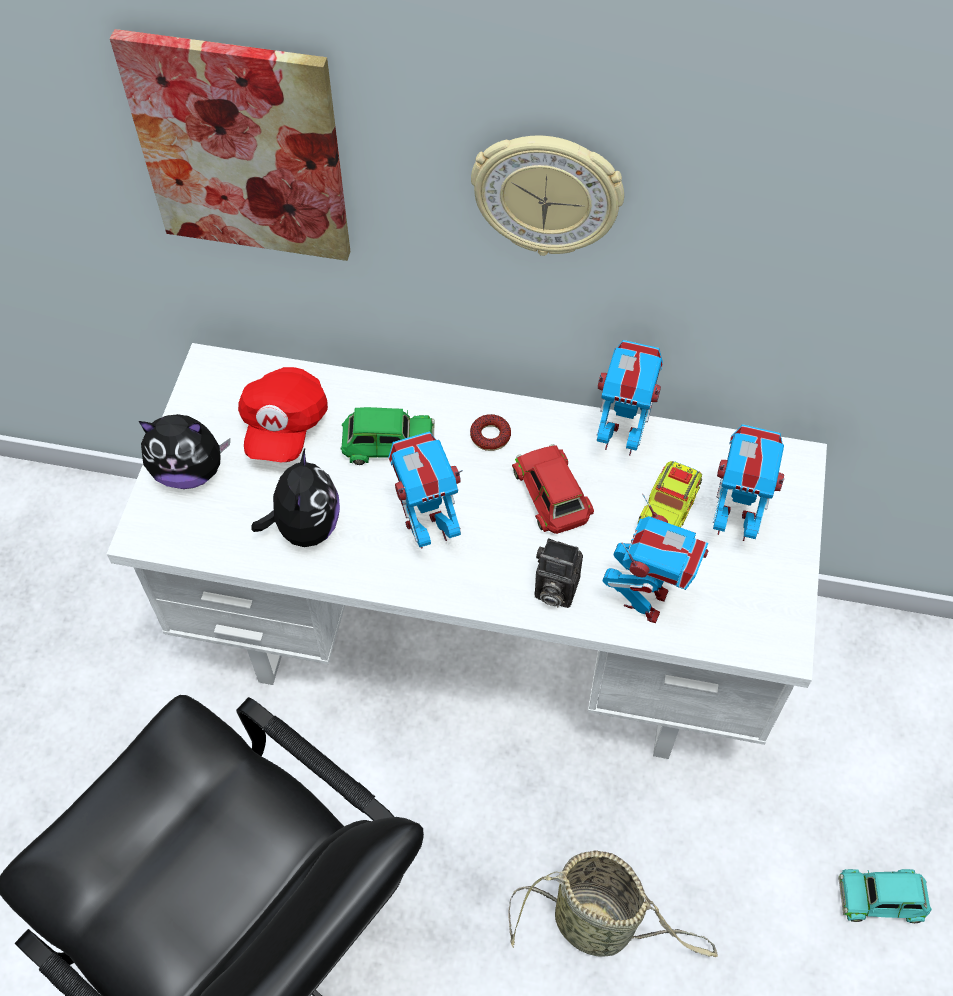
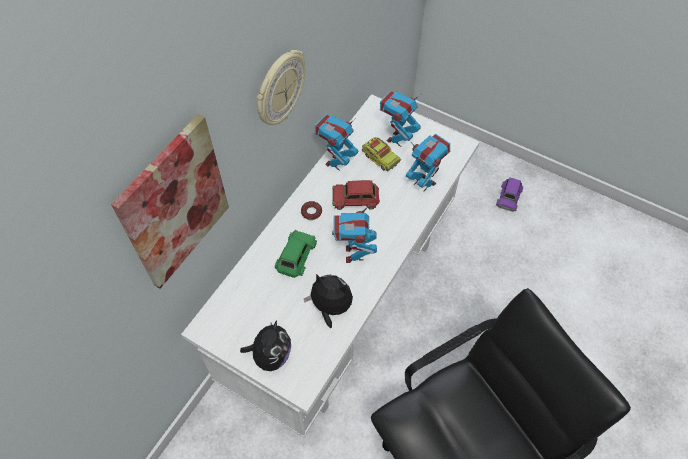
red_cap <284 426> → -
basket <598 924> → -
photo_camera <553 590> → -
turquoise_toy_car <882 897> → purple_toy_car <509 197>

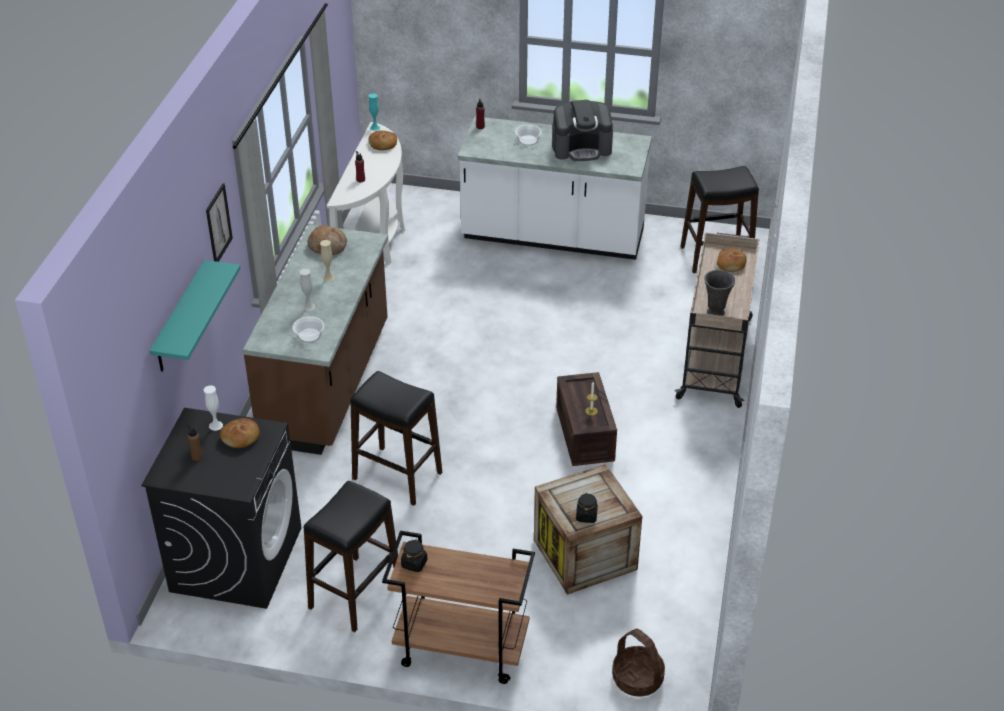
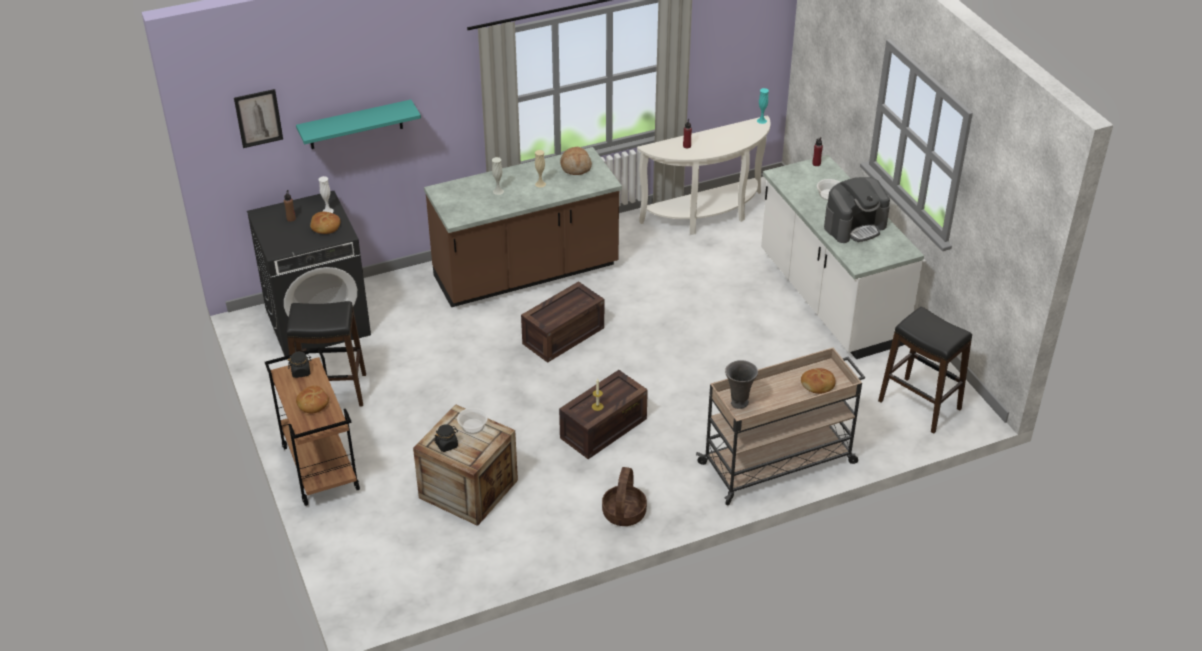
picture <218 224> → picture <258 118>, moved
bowl <309 335> → bowl <472 426>, moved
black_stool <397 476> → -
bread <383 144> → bread <312 404>, moved
coffee_machine <581 148> → coffee_machine <854 226>, 75 degrees counterclockwise
basket <637 678> → basket <624 512>, moved
- → crate <563 334>

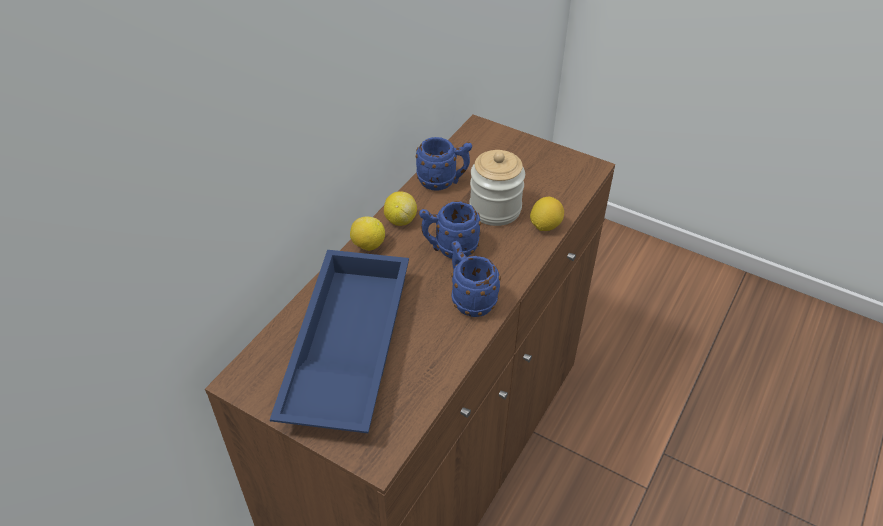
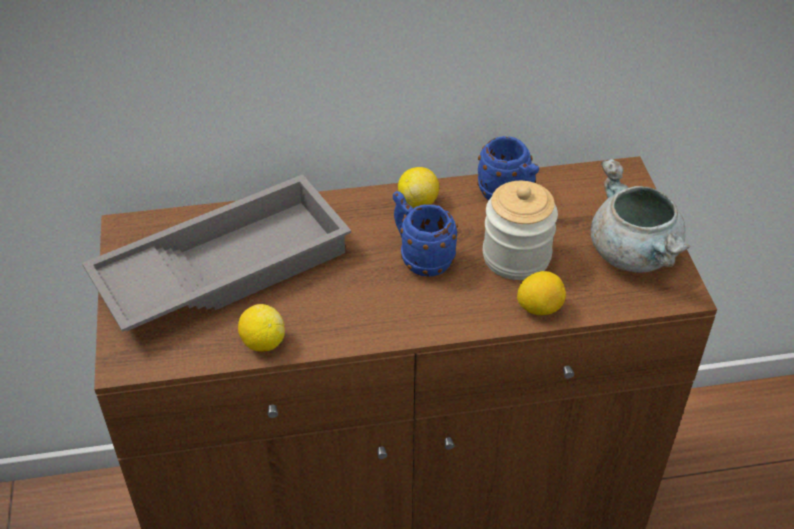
blue_tray <345 348> → grey_tray <223 266>
lemon <368 245> → lemon <263 342>, moved
blue_mug <469 299> → -
- → grey_cooking_pot <635 254>

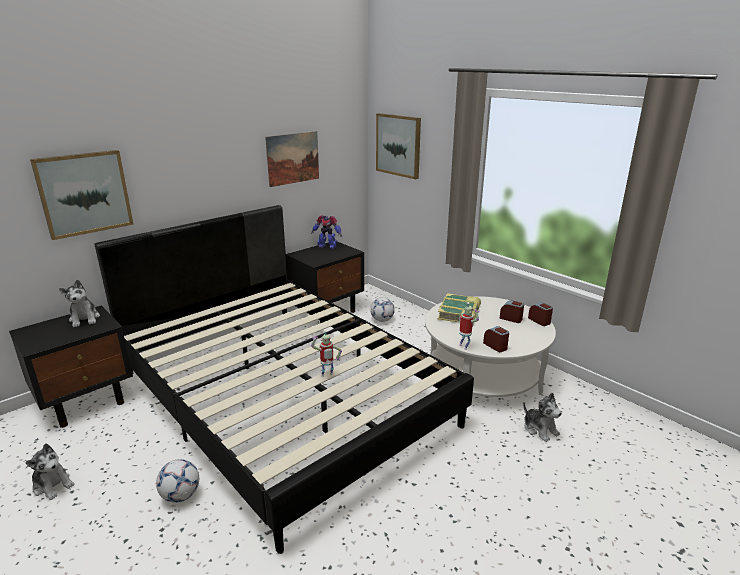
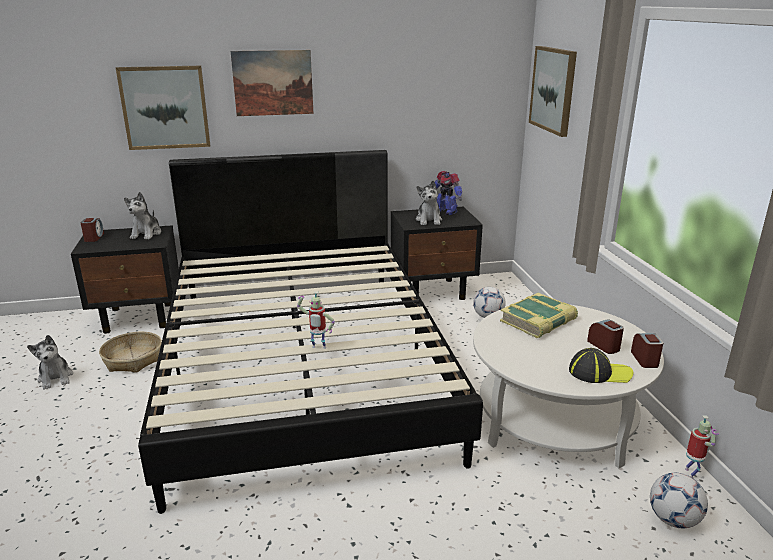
football <181 495> → football <673 520>, moved
picture <293 158> → picture <273 83>, moved
toy_robot <464 346> → toy_robot <691 473>, moved
alarm_clock <495 346> → alarm_clock <94 237>, moved
plush_toy <540 429> → plush_toy <429 220>, moved
- → basket <133 359>
- → cap <599 372>

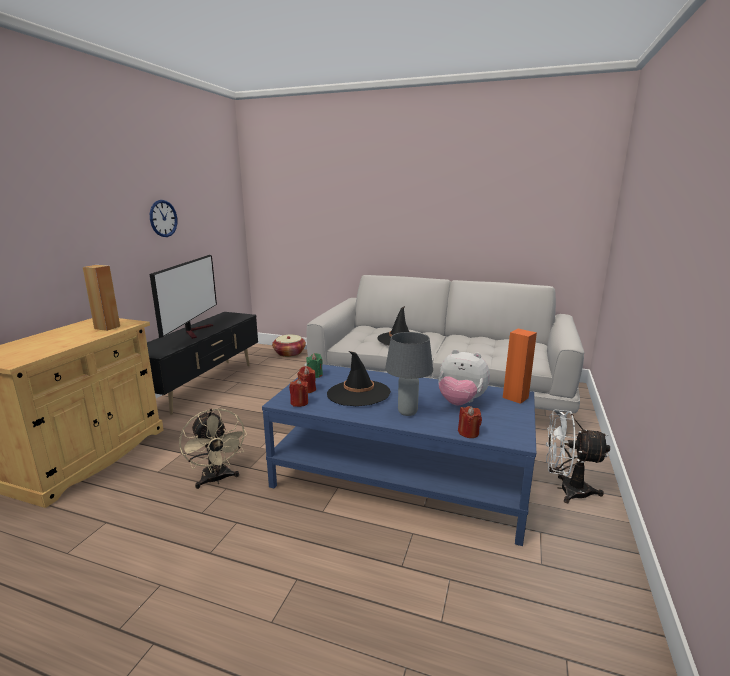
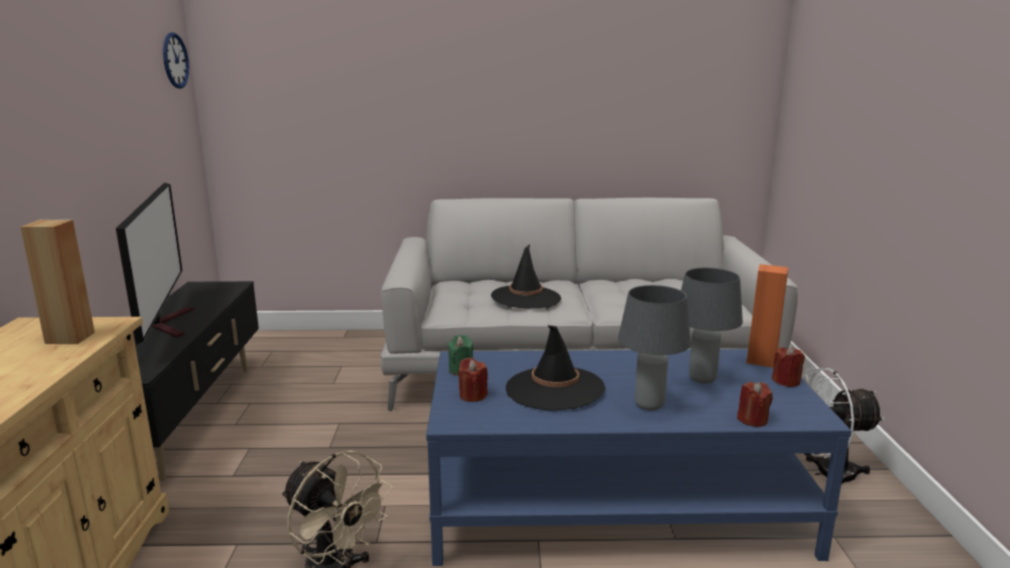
wall_clock <163 218> → wall_clock <175 60>, moved
basket <289 353> → -
red_candle <299 403> → red_candle <786 381>, moved
plush_toy <460 402> → grey_table_lamp <702 379>

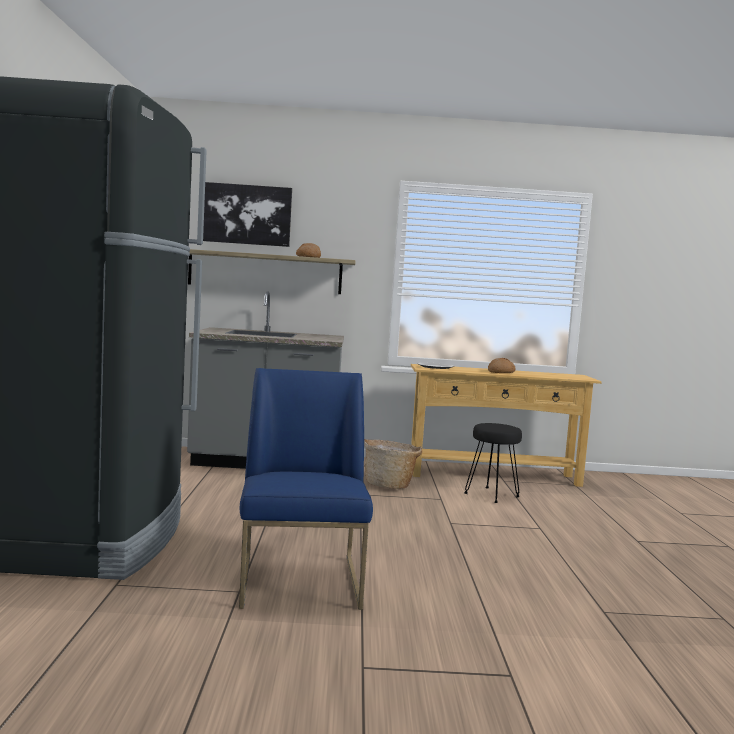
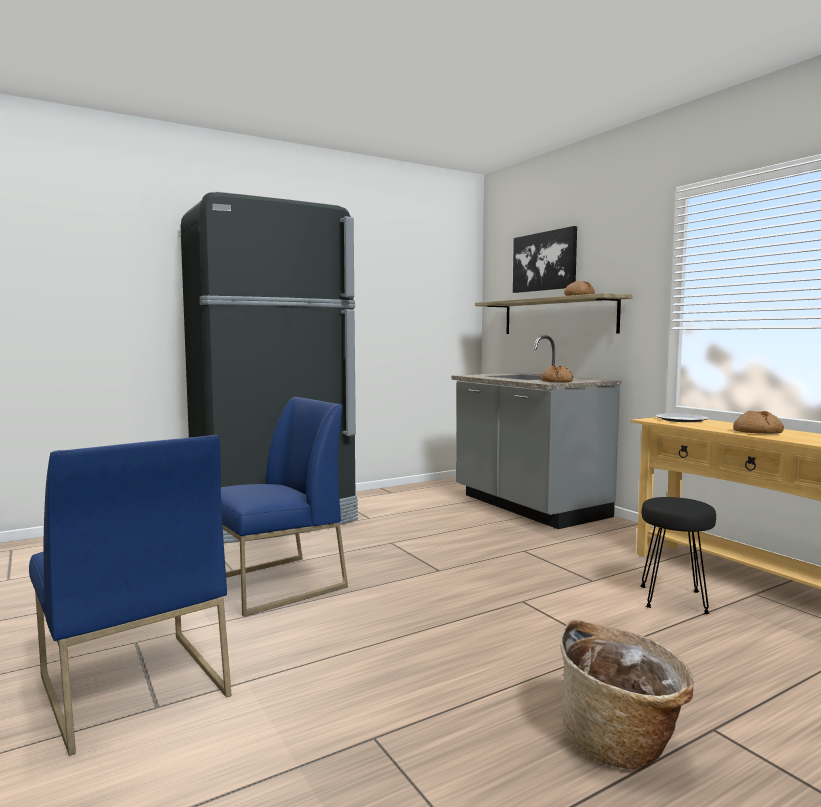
basket <389 485> → basket <621 743>, moved
- → blue_chair <131 686>
- → bread <557 381>

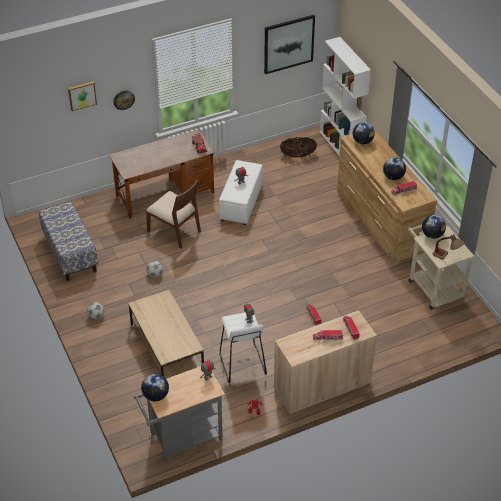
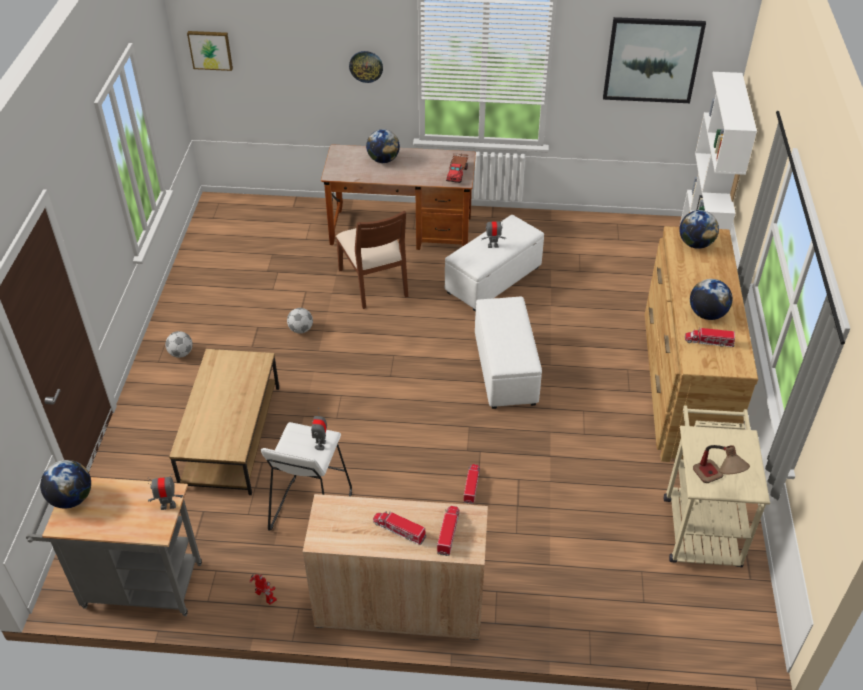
bench <70 253> → -
picture <82 95> → picture <210 49>, moved
basket <298 155> → -
globe <432 235> → globe <383 160>, moved
- → white_ottoman <505 370>

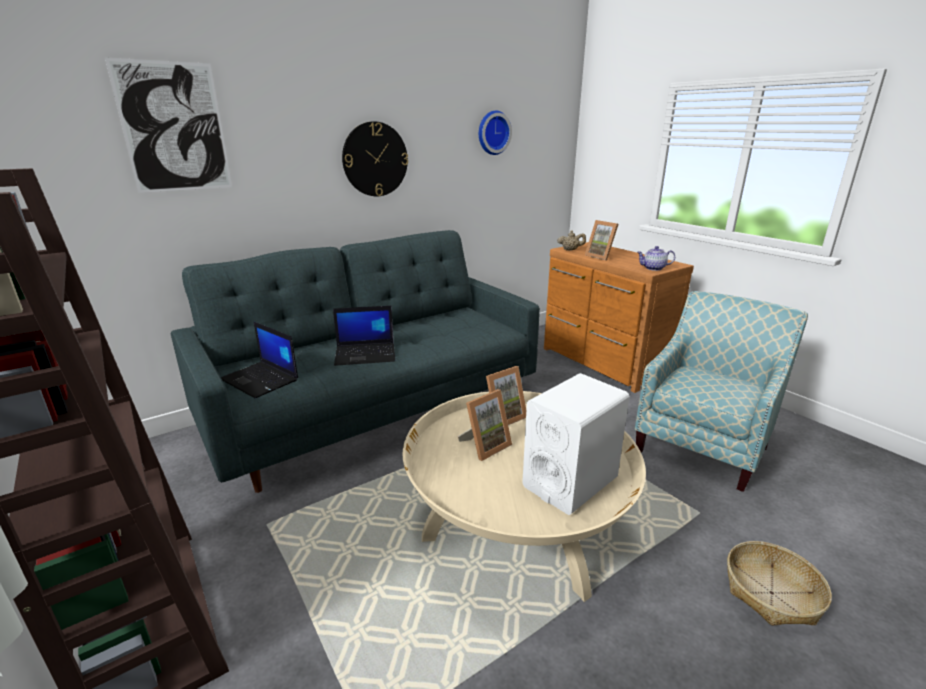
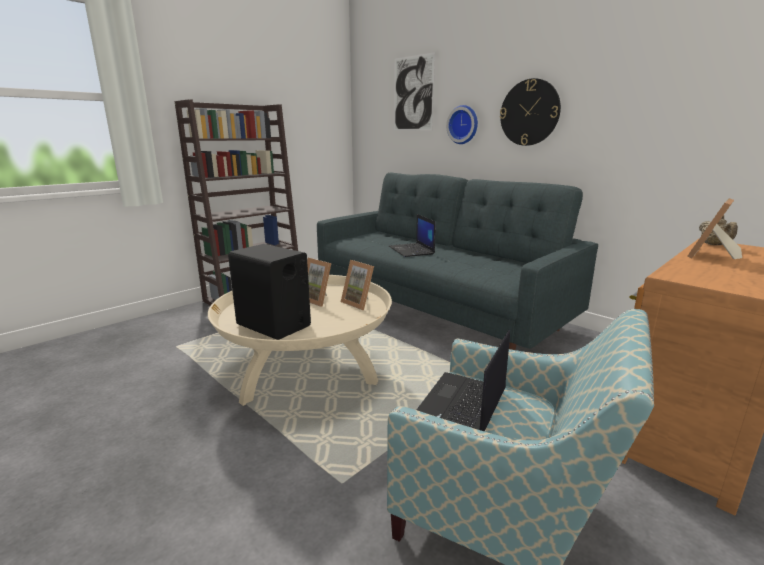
laptop <261 380> → laptop <461 405>, moved
wall_clock <492 133> → wall_clock <463 124>, moved
white_speaker <570 482> → black_speaker <274 325>
teapot <653 268> → -
basket <771 592> → -

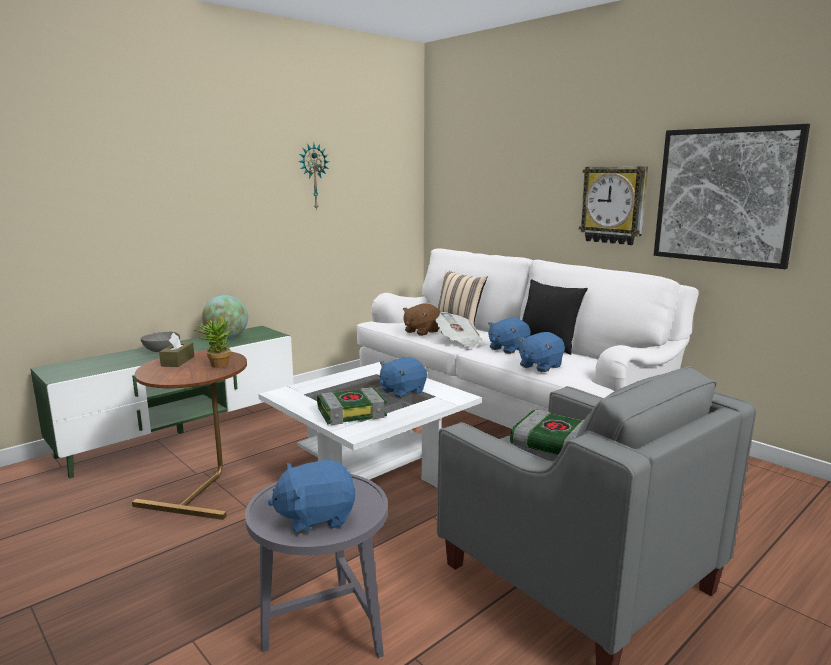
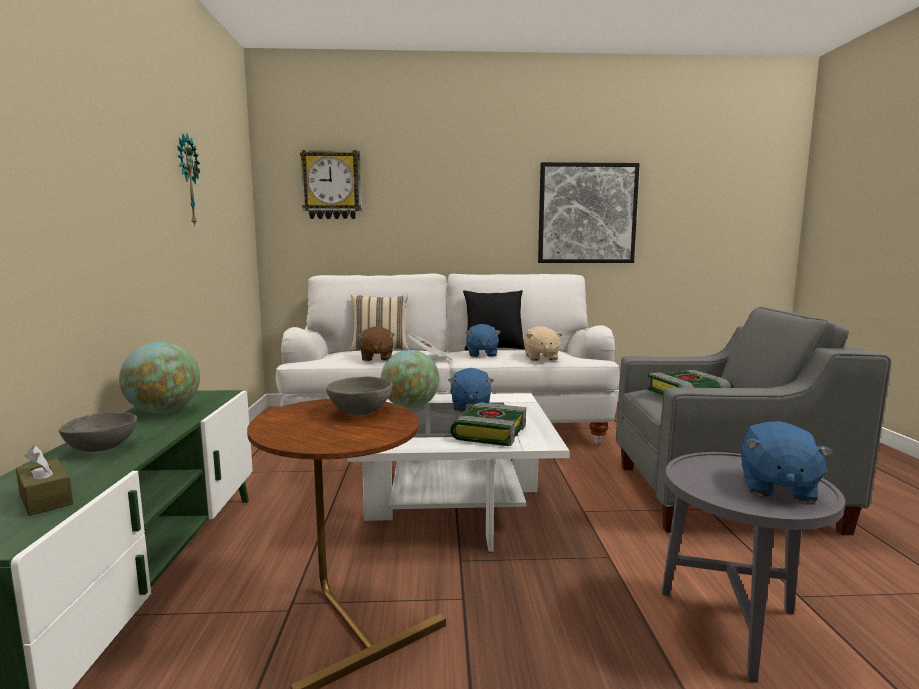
brown_tissue_box <178 361> → brown_tissue_box <45 499>, moved
potted_plant <216 364> → grey_bowl <361 412>
blue_plush_toy <540 366> → beige_plush_toy <540 358>
wall_clock <613 205> → wall_clock <332 185>, moved
- → globe <410 407>

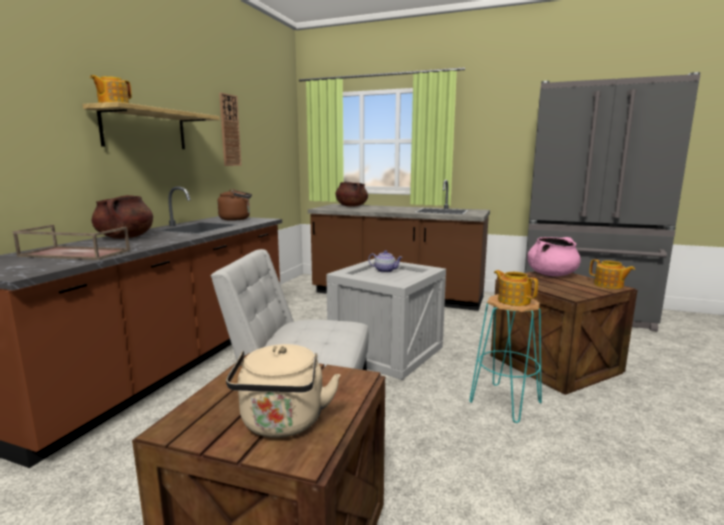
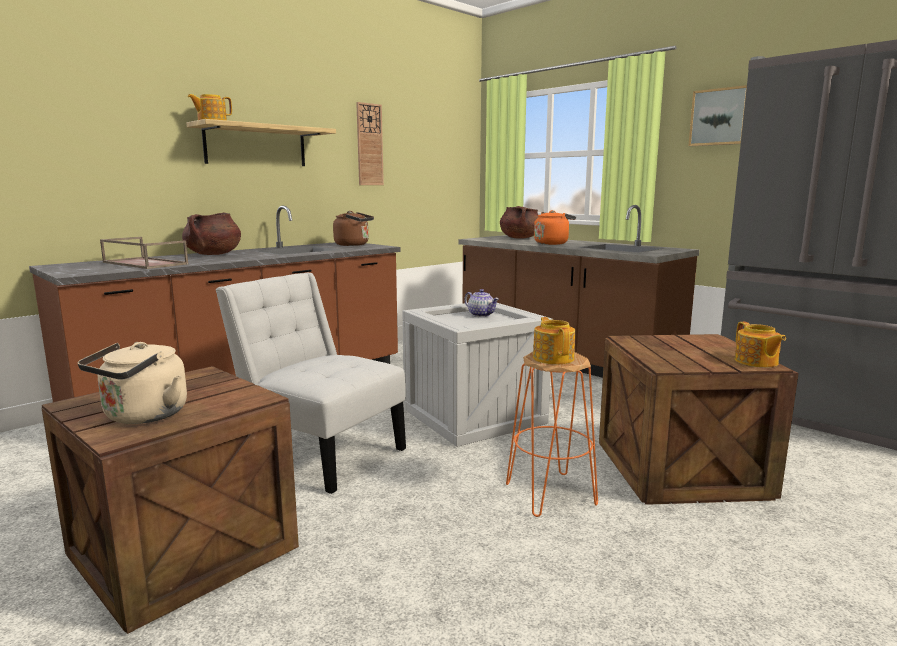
turquoise_stool <505 402> → orange_stool <551 494>
pink_cooking_pot <551 274> → -
- → orange_kettle <552 243>
- → picture <719 117>

